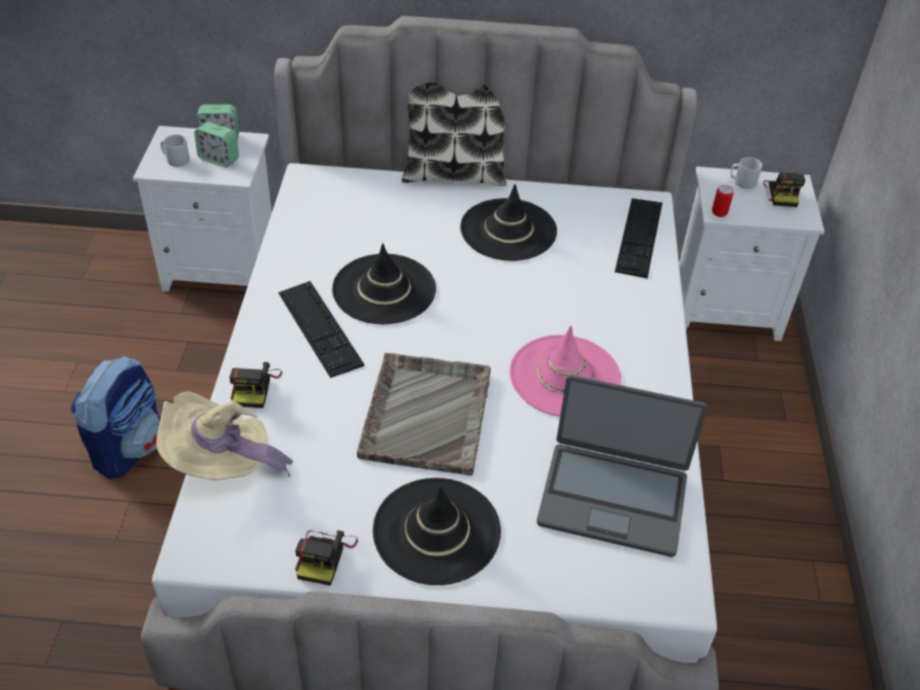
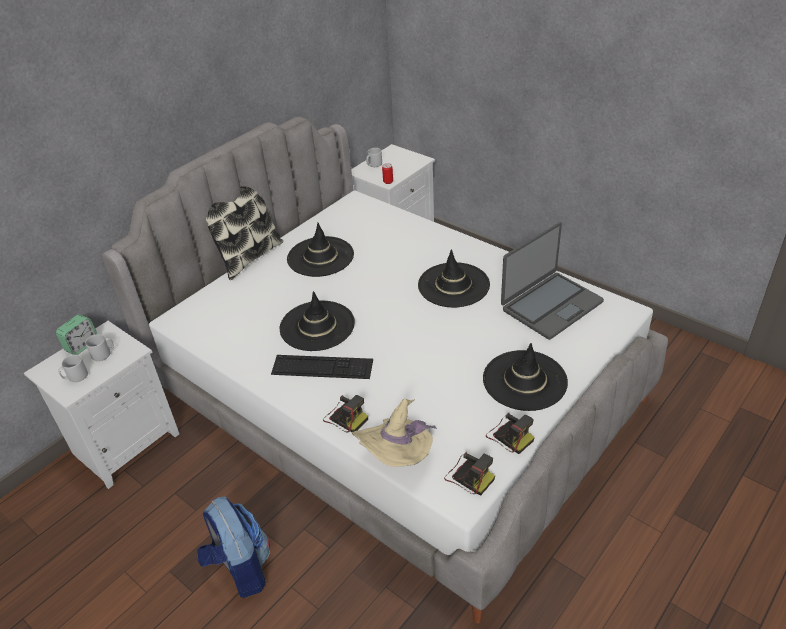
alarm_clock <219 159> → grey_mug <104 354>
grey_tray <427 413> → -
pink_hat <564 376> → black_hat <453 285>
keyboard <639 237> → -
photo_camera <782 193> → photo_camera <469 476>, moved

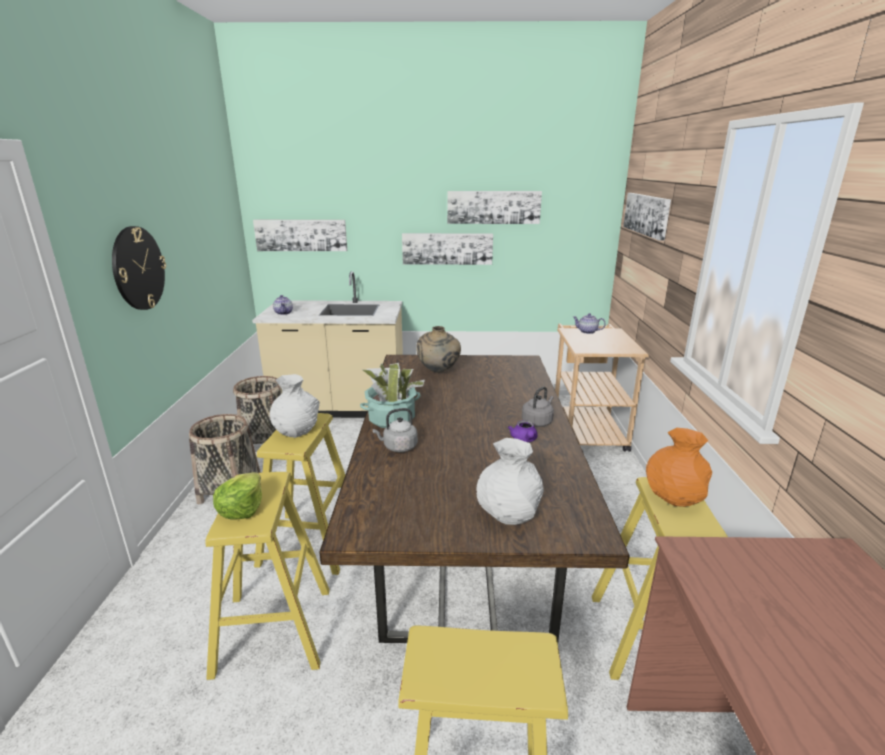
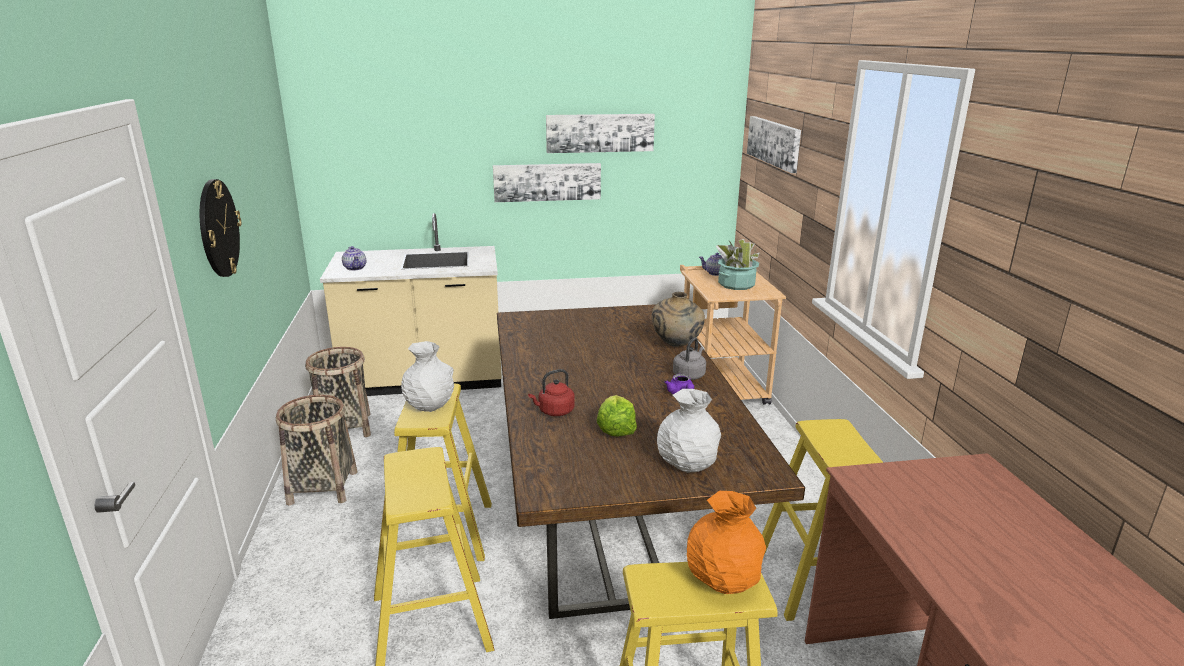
lettuce <242 508> → lettuce <615 429>, moved
picture <301 235> → -
potted_plant <391 419> → potted_plant <736 285>, moved
grey_kettle <398 447> → red_kettle <554 411>
beige_vase <438 372> → beige_vase <676 345>, moved
orange_vase <672 496> → orange_vase <722 578>, moved

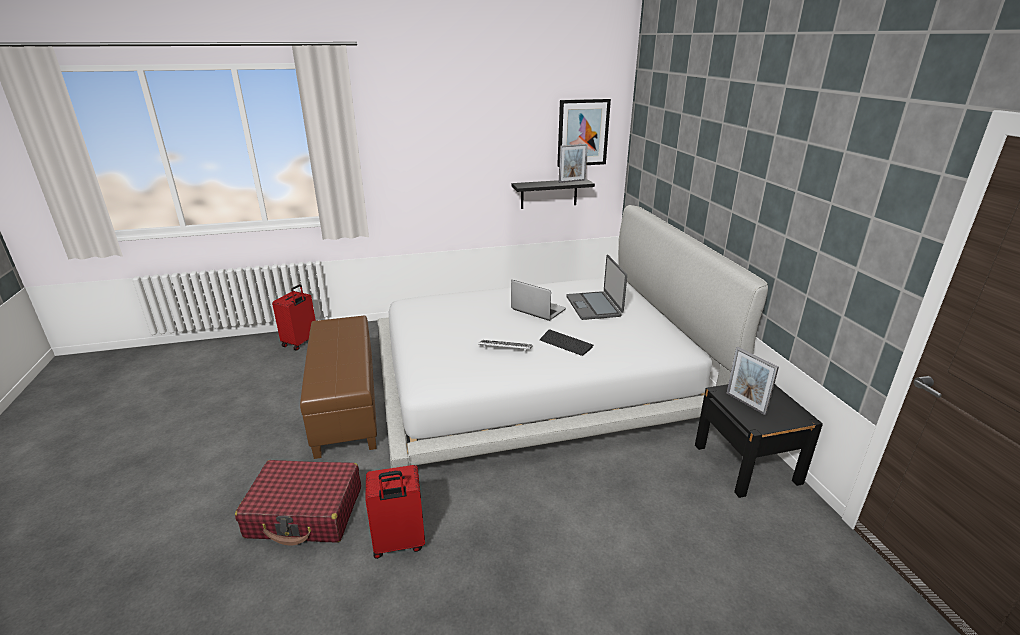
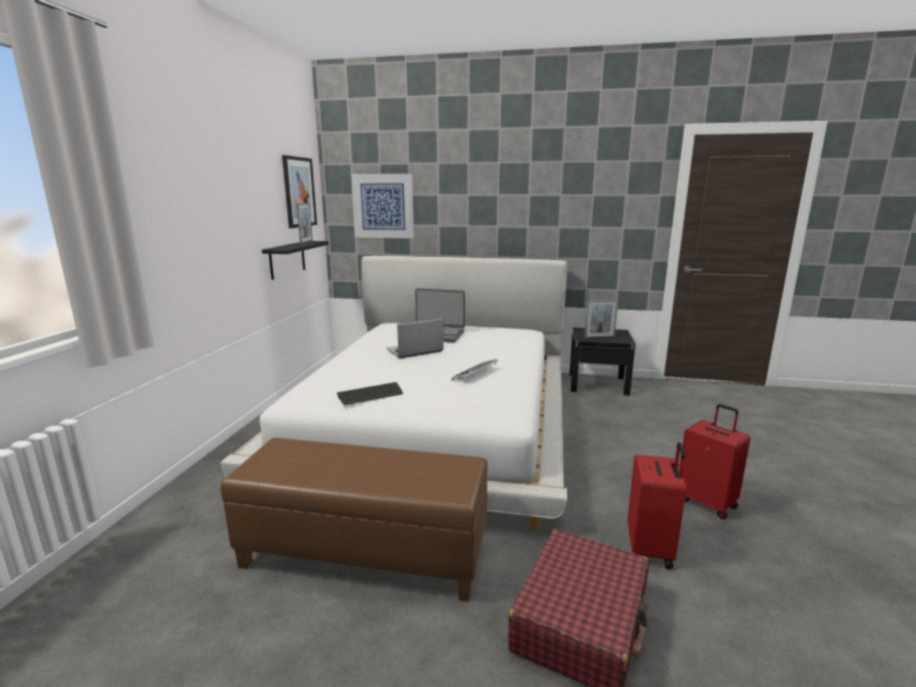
red_suitcase <300 342> → red_suitcase <707 502>, moved
keyboard <565 343> → keyboard <370 395>, moved
- → picture <383 206>

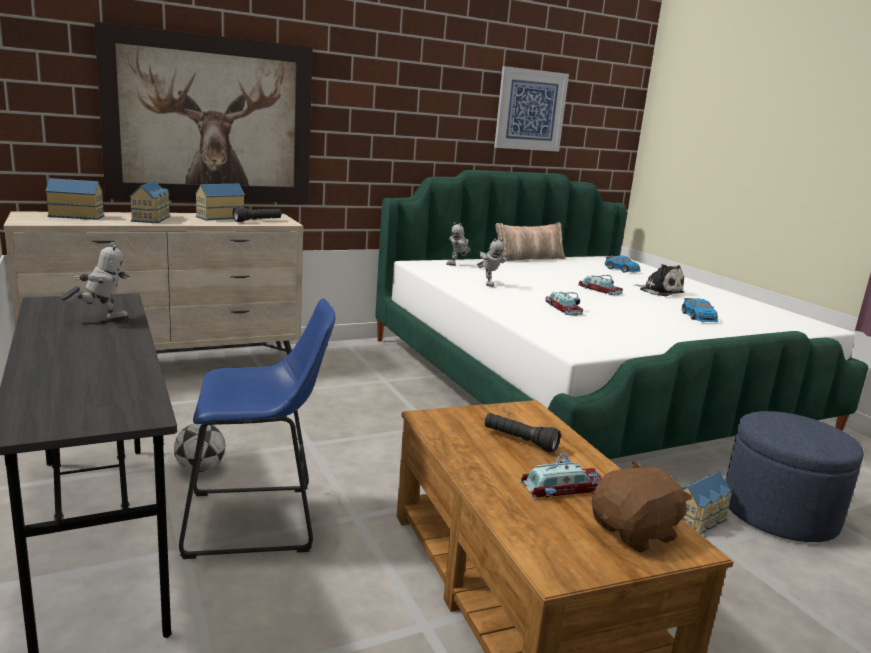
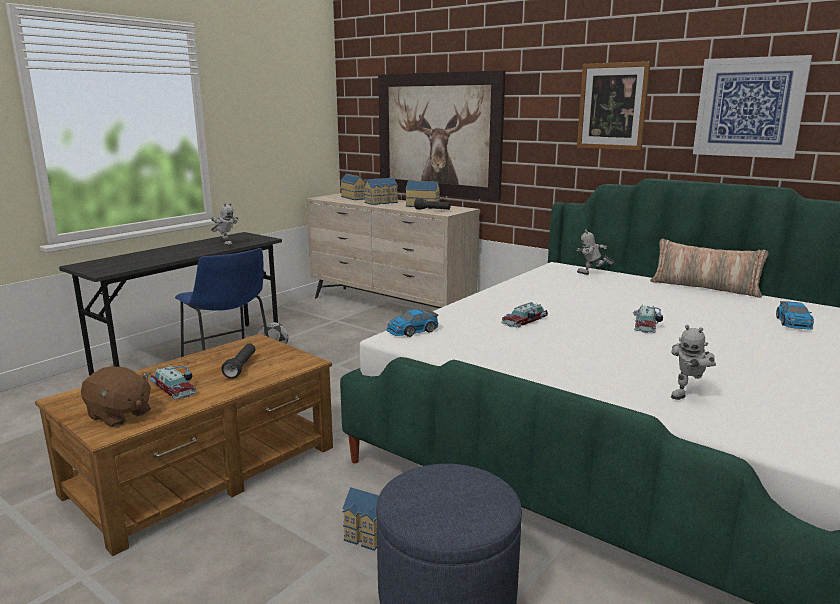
toy_robot <488 284> → toy_robot <688 394>, moved
plush_toy <659 291> → -
toy_car <698 317> → toy_car <412 331>, moved
- → picture <612 106>

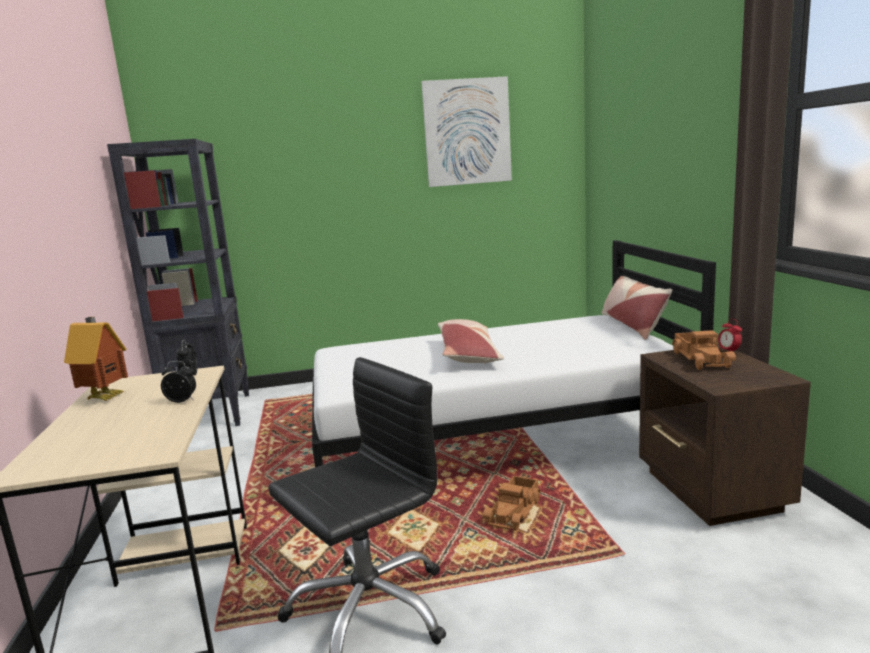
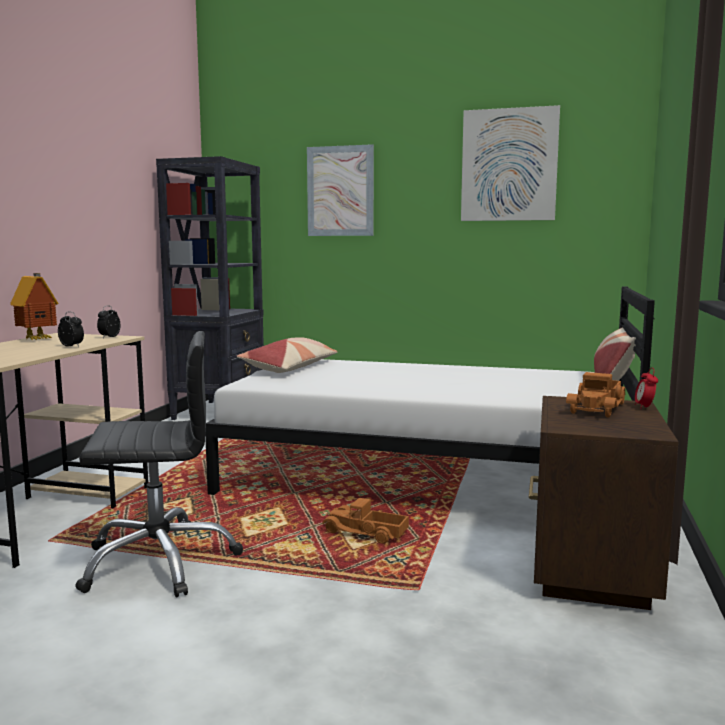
pillow <468 353> → pillow <290 367>, moved
toy_truck <514 511> → toy_truck <365 533>, 60 degrees clockwise
- → picture <340 191>

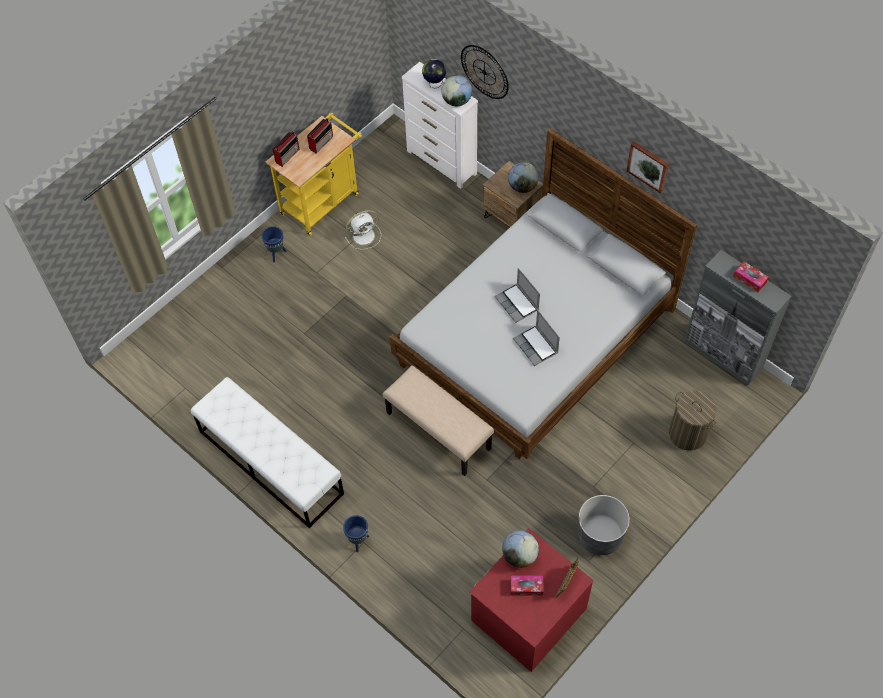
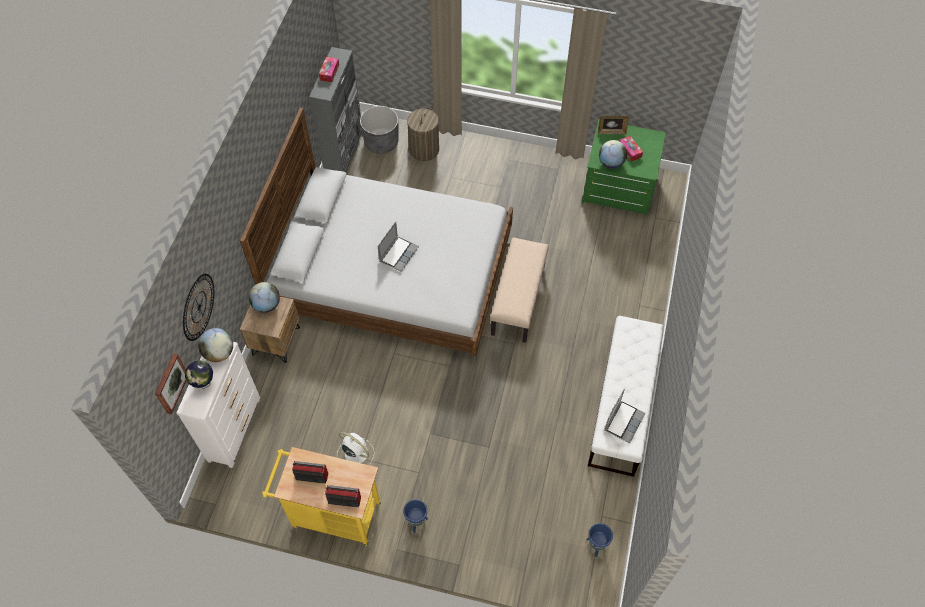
blue_planter <358 541> → blue_planter <596 545>, moved
red_dresser <527 613> → green_dresser <618 187>
laptop <536 346> → laptop <623 421>, moved
grey_planter <600 536> → grey_planter <381 142>, moved
picture <648 166> → picture <170 383>, moved

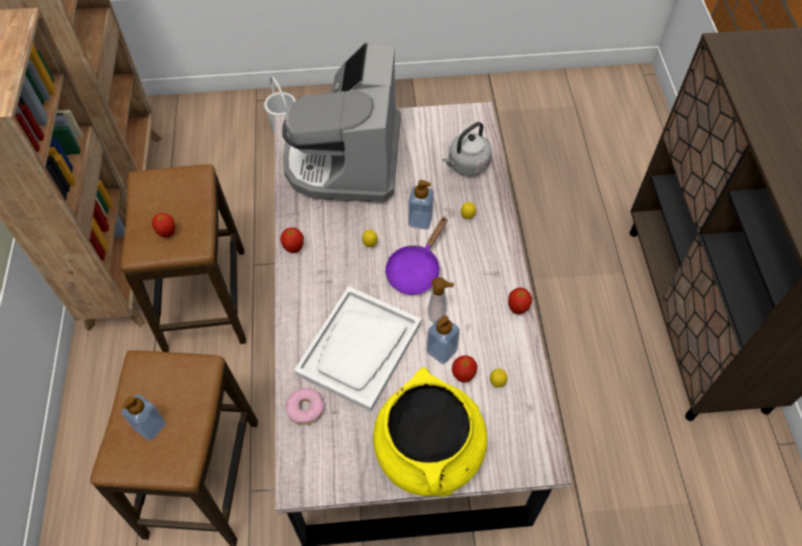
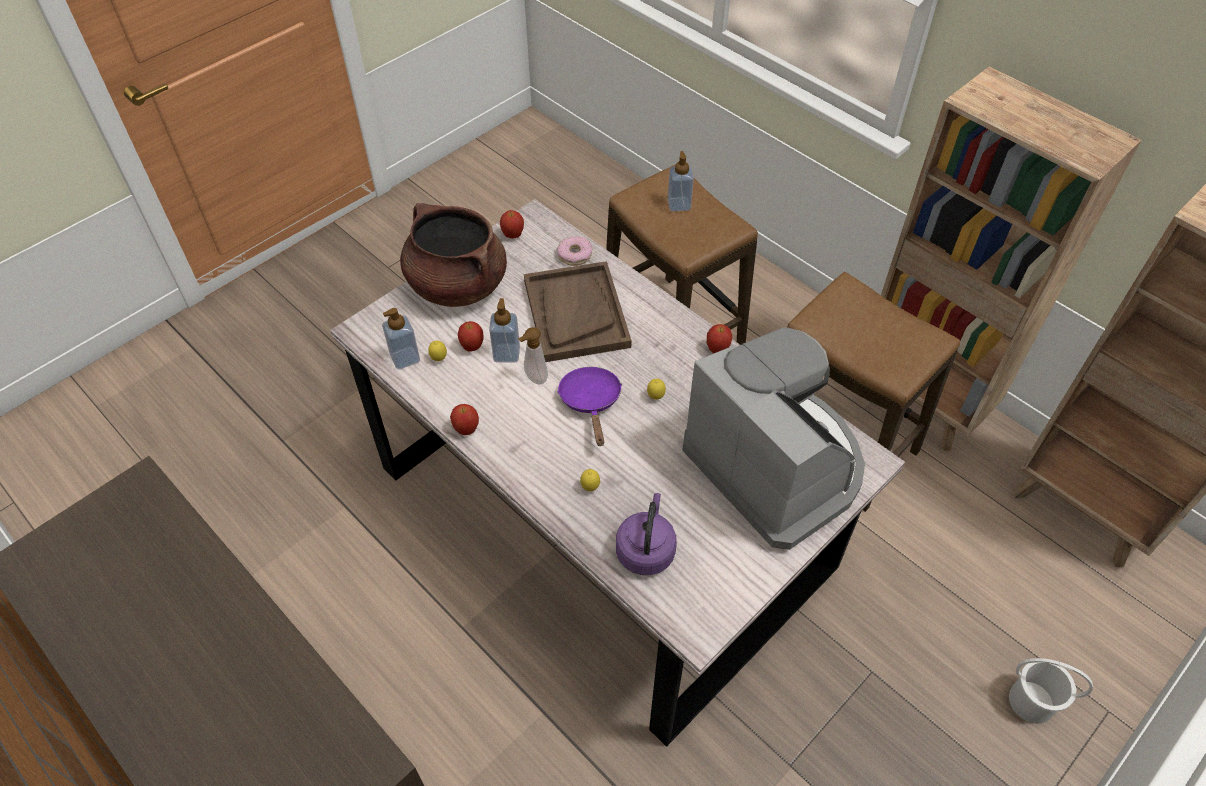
apple <167 233> → apple <513 235>, moved
white_tray <359 349> → brown_tray <575 313>
yellow_cooking_pot <429 451> → brown_cooking_pot <457 285>
soap_dispenser <420 220> → soap_dispenser <405 358>, moved
grey_kettle <466 165> → purple_kettle <646 550>

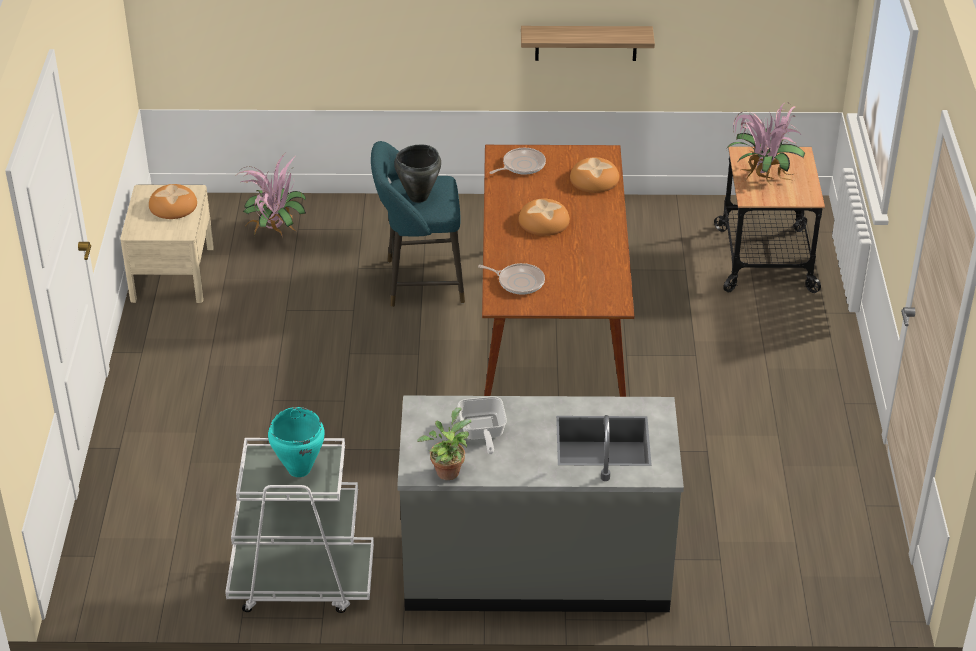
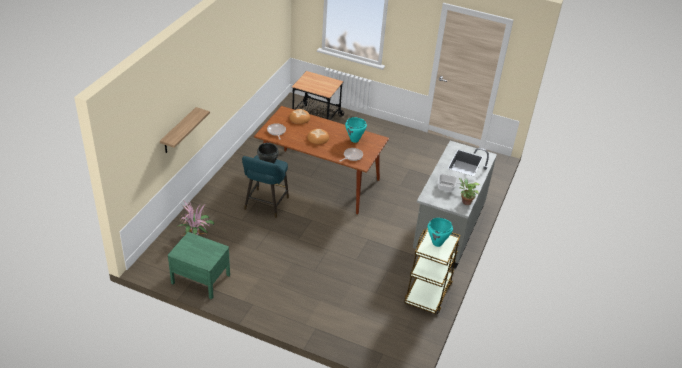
beige_nightstand <172 274> → green_nightstand <200 279>
bread <172 206> → -
white_cart <301 582> → brown_cart <428 292>
shelf <586 43> → shelf <179 131>, moved
potted_plant <761 178> → -
- → turquoise_cooking_pot <354 140>

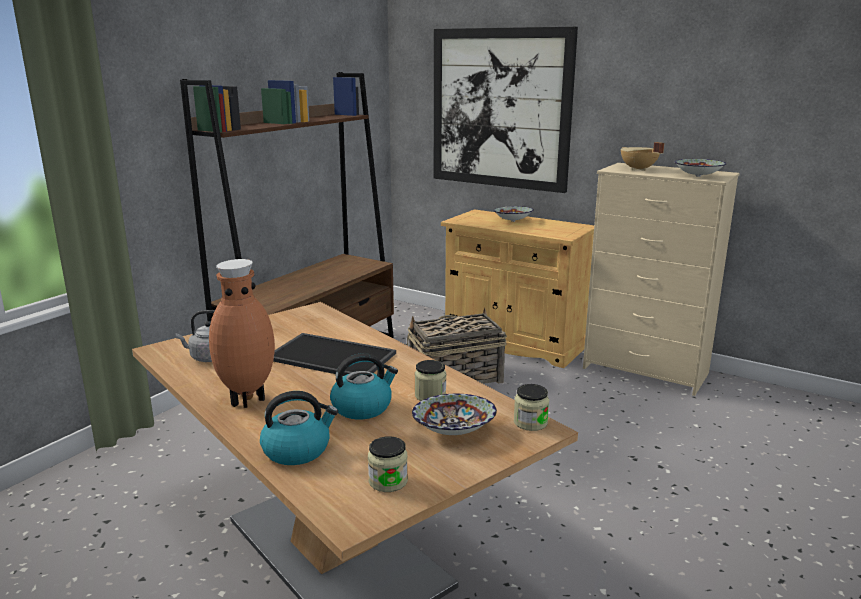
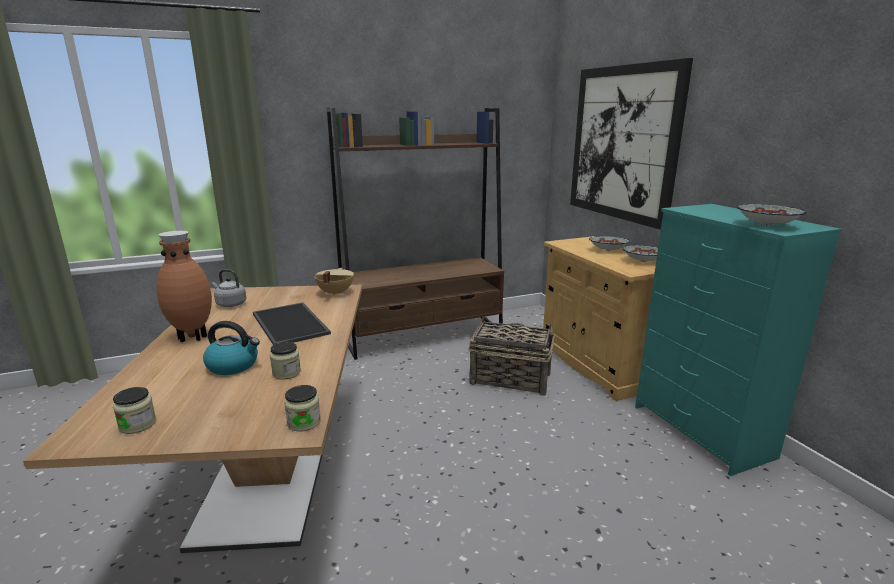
kettle <297 450> → -
bowl <453 431> → bowl <643 261>, moved
beige_dresser <646 371> → turquoise_dresser <701 432>
beige_cooking_pot <638 169> → beige_cooking_pot <334 293>, moved

